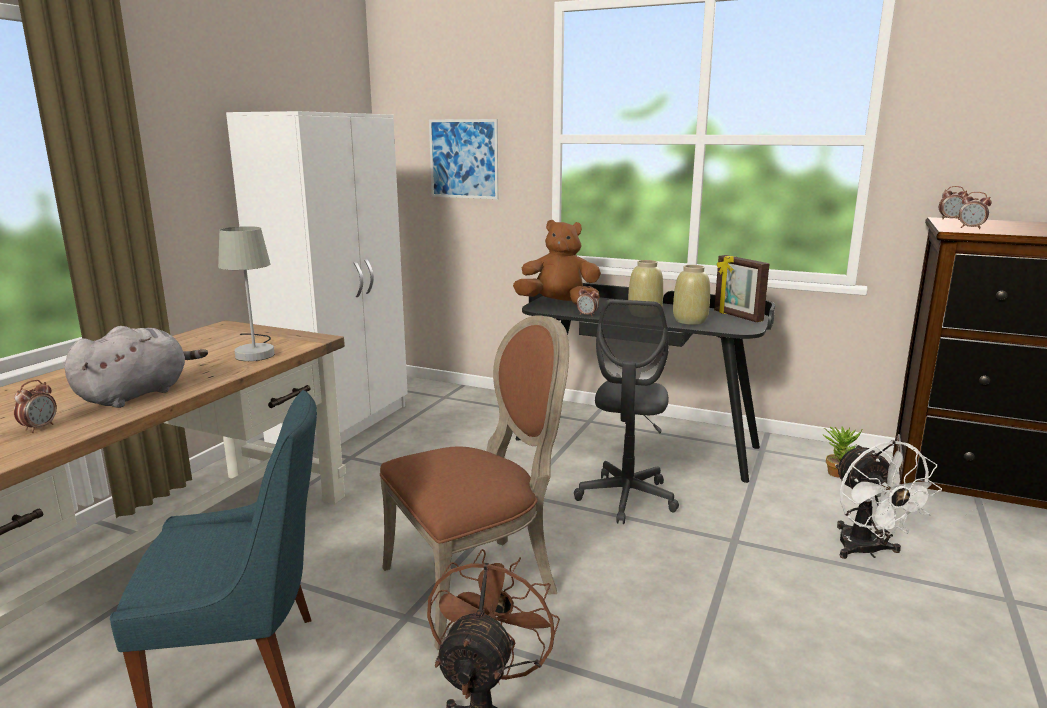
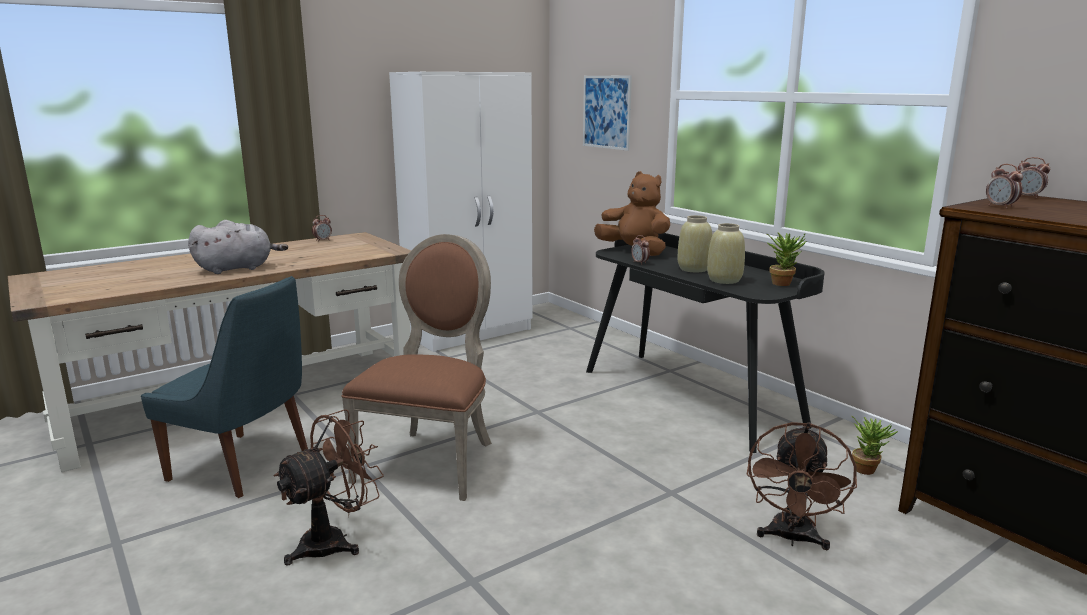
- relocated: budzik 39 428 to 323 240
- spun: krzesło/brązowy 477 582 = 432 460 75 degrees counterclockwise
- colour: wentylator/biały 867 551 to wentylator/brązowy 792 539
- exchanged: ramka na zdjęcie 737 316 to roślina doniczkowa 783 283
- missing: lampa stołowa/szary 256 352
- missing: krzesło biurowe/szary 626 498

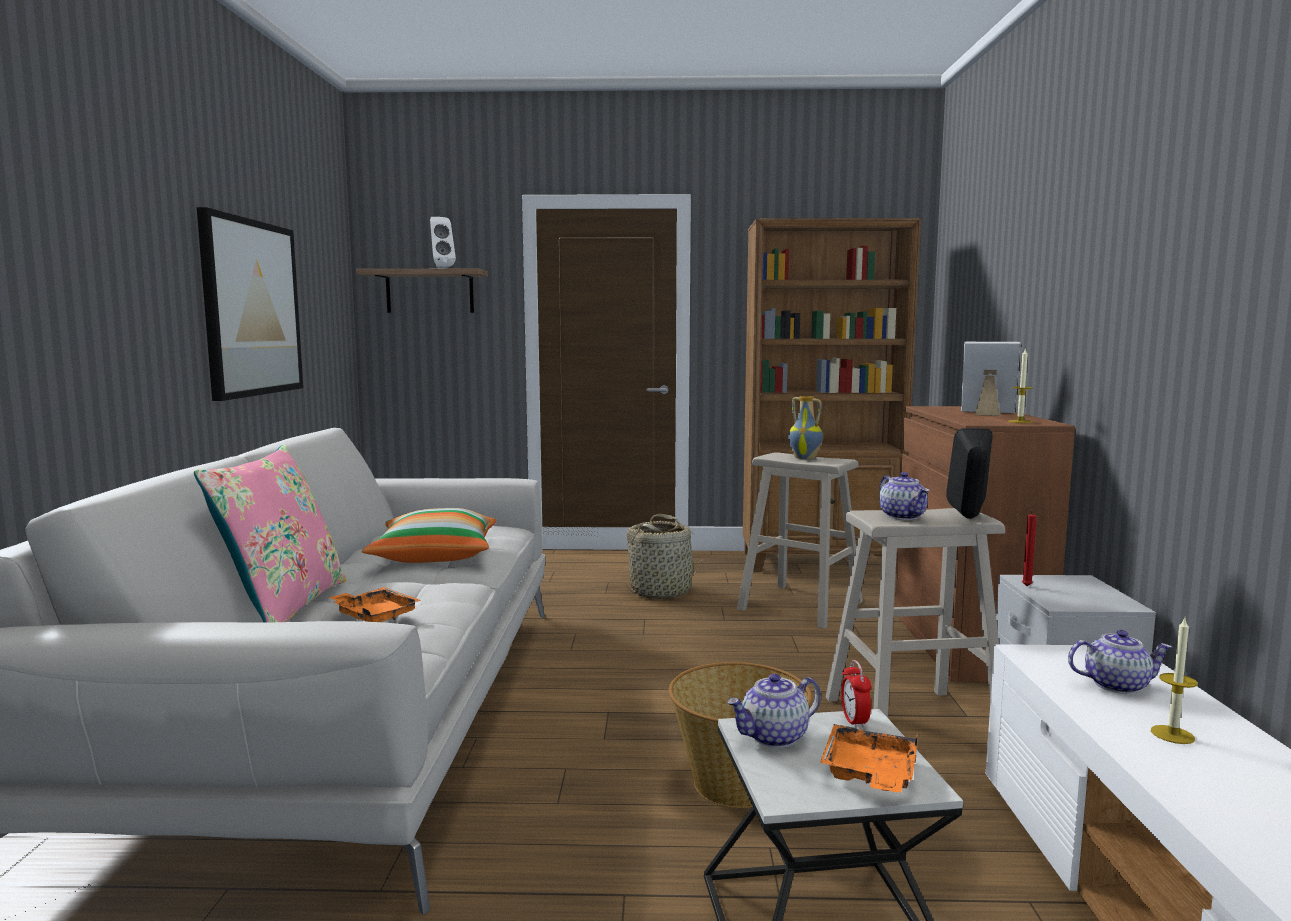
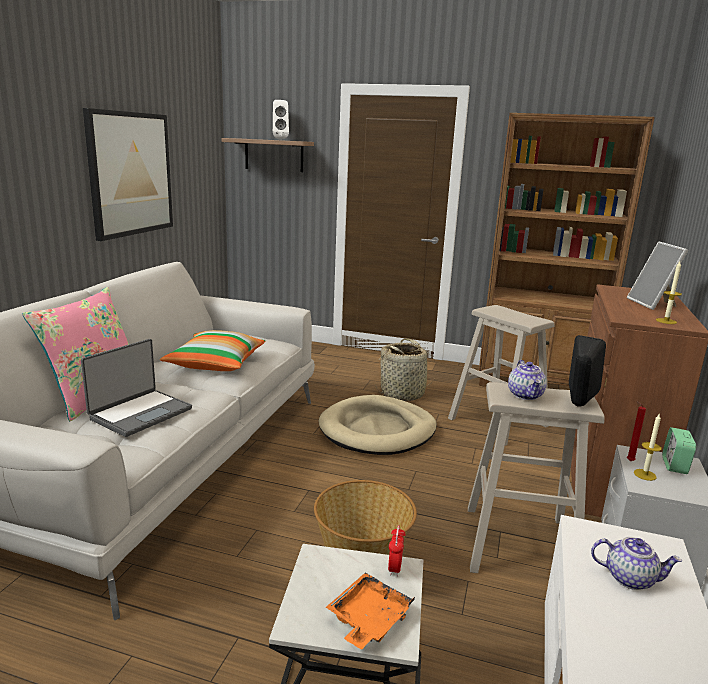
- exchanged: taca/pomarańczowy 375 615 to laptop 140 413
- appeared: legowisko/beżowy 377 430
- spun: ramka na zdjęcie 986 413 = 653 304 135 degrees counterclockwise
- relocated: świeca 1172 734 to 645 474
- appeared: budzik 674 465
- missing: imbryk 774 737
- missing: wazon 805 458

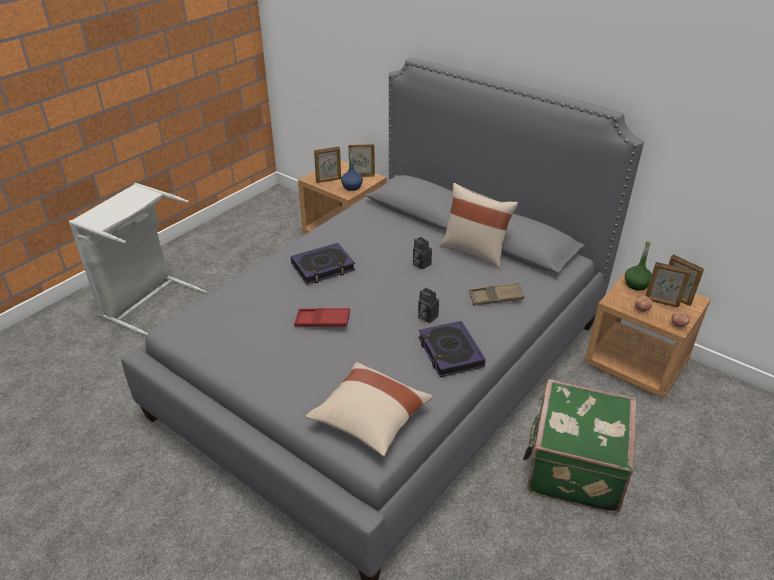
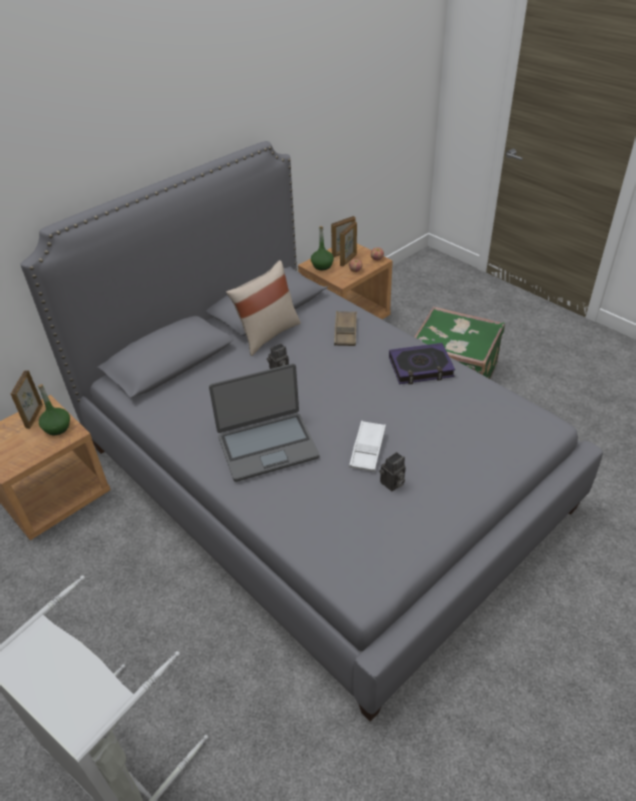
- colour: butelka/niebieski 352 186 to butelka/zielony 57 427
- exchanged: książka 323 267 to laptop 267 446
- colour: taca/czerwony 322 321 to taca/biały 367 449
- relocated: aparat fotograficzny 426 317 to 392 484
- missing: poduszka/beżowy 370 419
- missing: ramka na zdjęcie 328 180

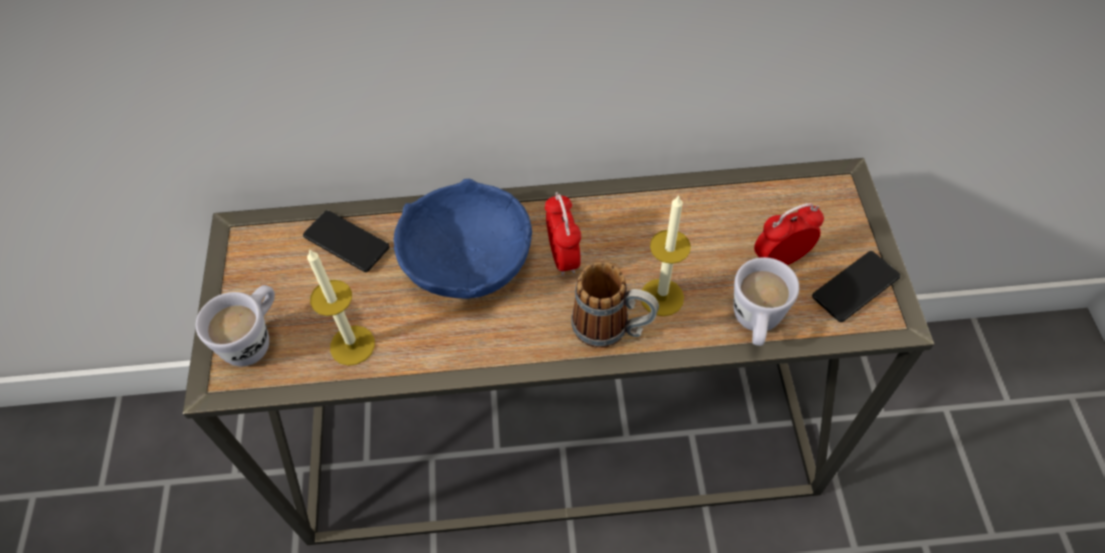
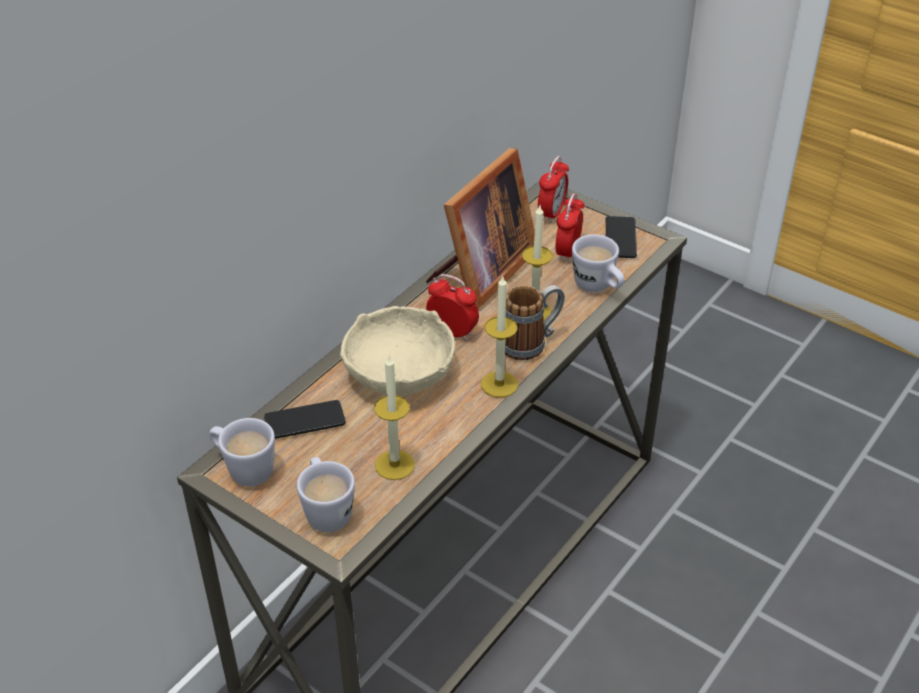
- appeared: kubek/biały 244 469
- colour: miska/niebieski 469 262 to miska/beżowy 401 374
- appeared: ramka na zdjęcie 481 273
- appeared: świeca 499 384
- appeared: budzik 551 213

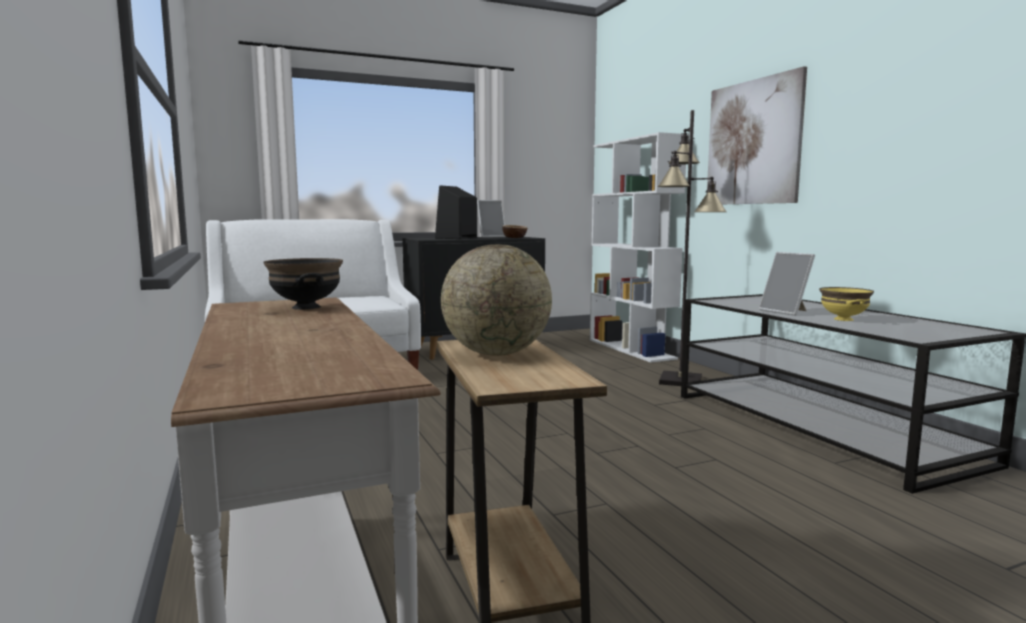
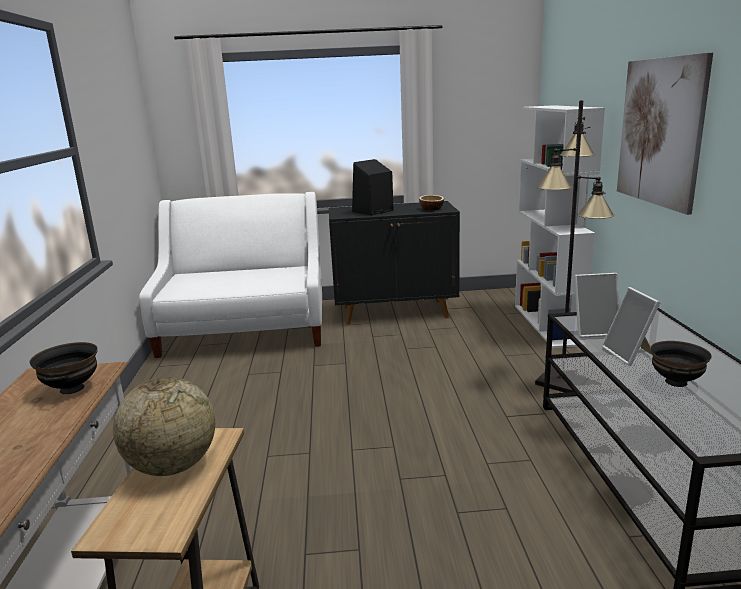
- relocated: ramka na zdjęcie 491 237 to 594 331
- colour: miska/żółty 843 319 to miska/czarny 675 382

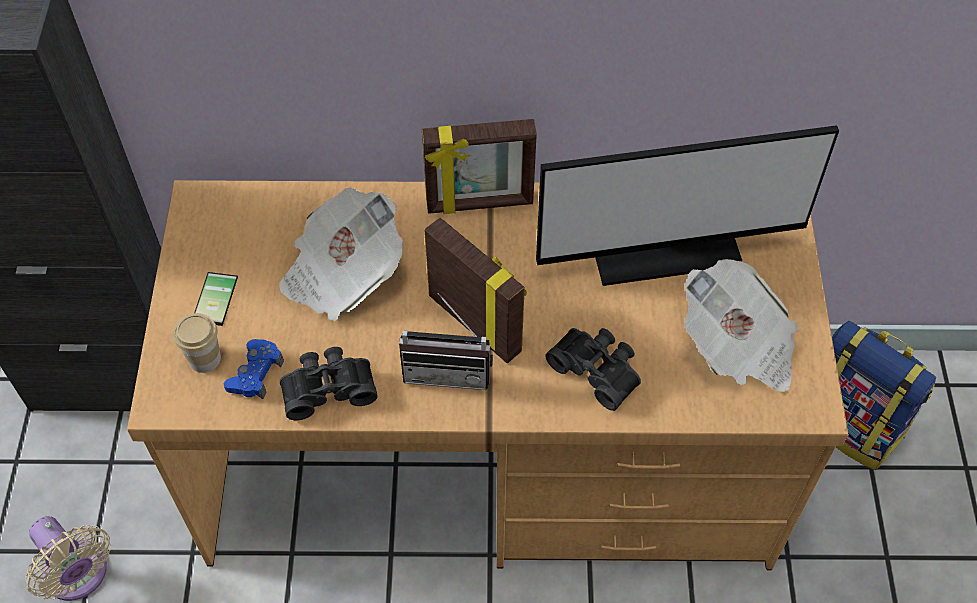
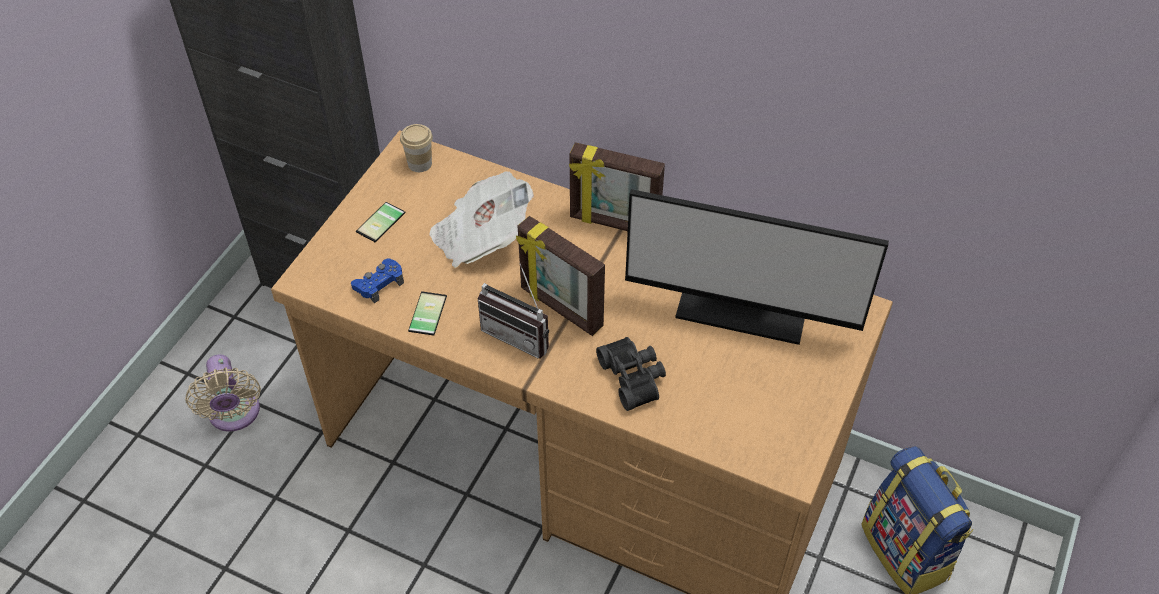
- relocated: filiżanka 204 358 to 420 163
- exchanged: lornetka/czarny 328 387 to telefon 425 313
- spun: ramka na zdjęcie 476 323 = 560 308 150 degrees clockwise
- missing: gazeta 737 346

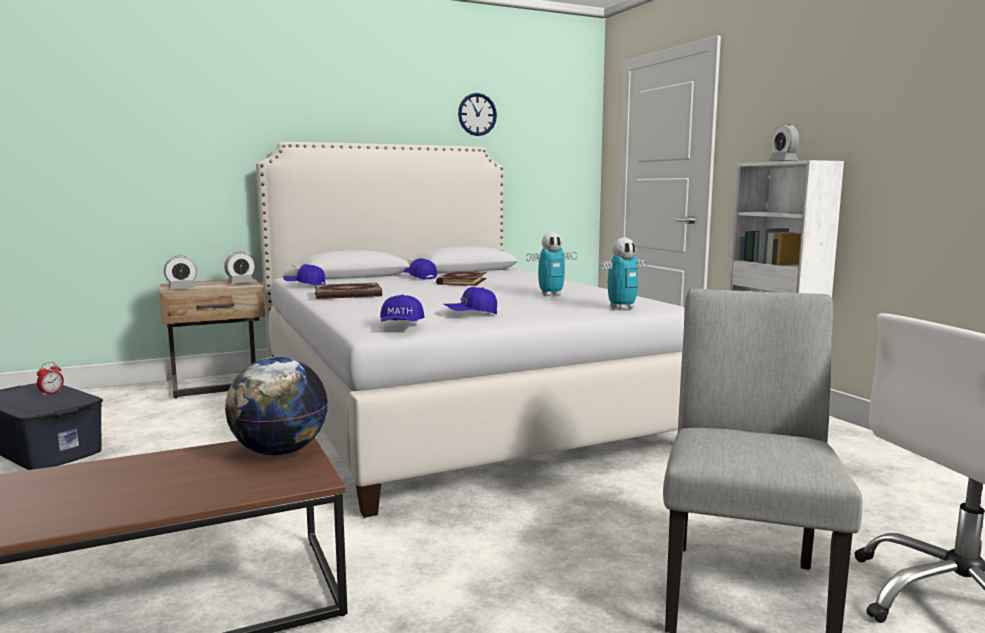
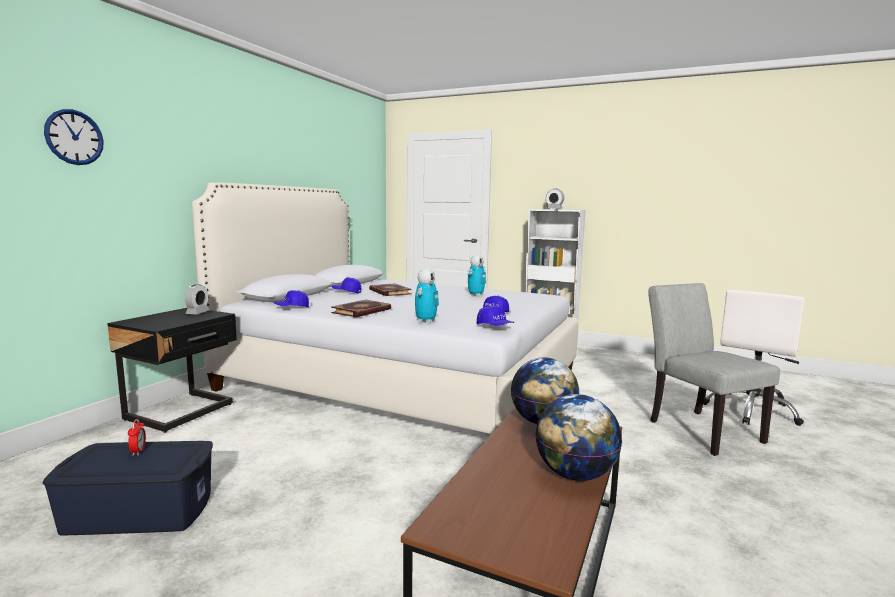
- relocated: zegar ścienny 477 114 to 74 137
- colour: szafka nocna/beżowy 218 386 to szafka nocna/czarny 182 412
- relocated: robot zabawkowy 622 308 to 426 321
- appeared: globus 574 475
- missing: budzik 181 288

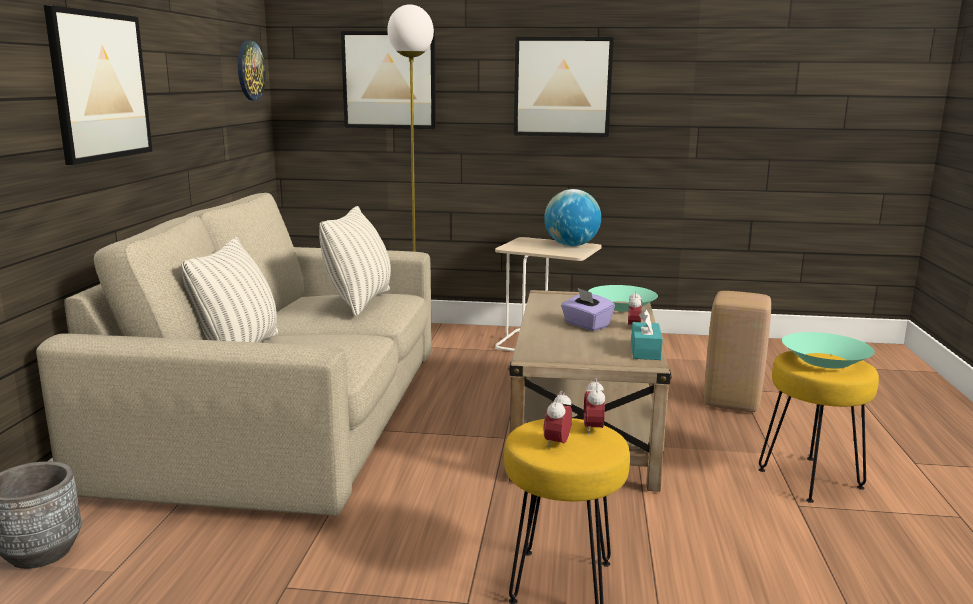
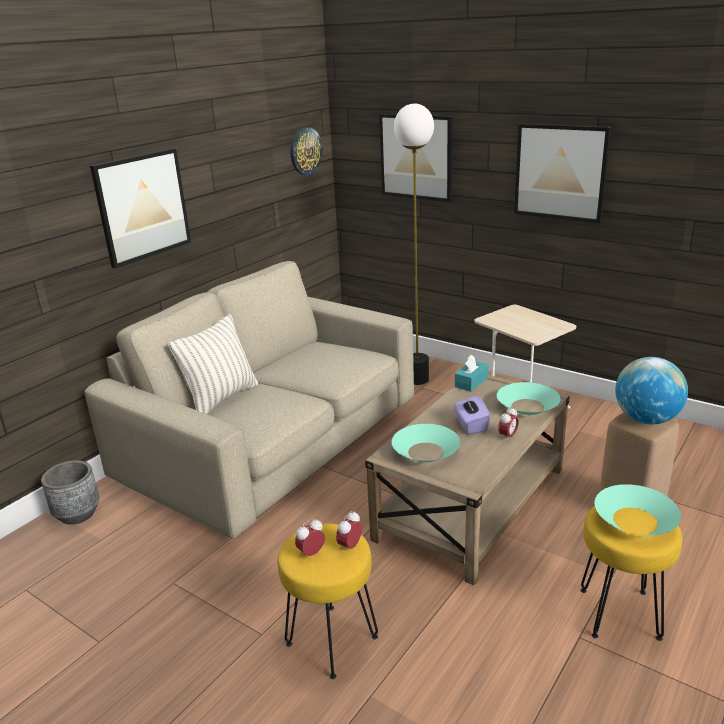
- appeared: miska/turkusowy 425 452
- relocated: pudełko chusteczek/turkusowy 645 351 to 471 382
- relocated: globus 571 245 to 646 419
- missing: poduszka 360 302

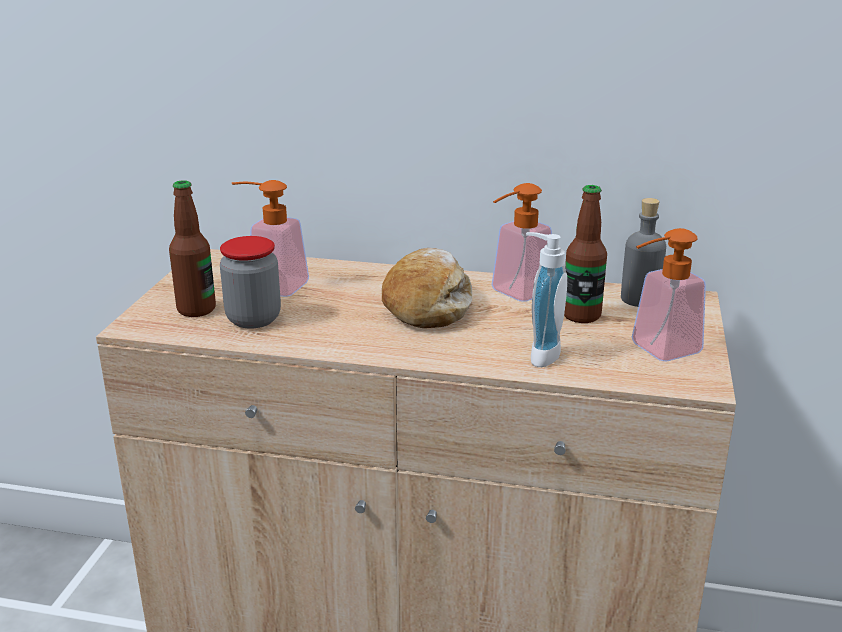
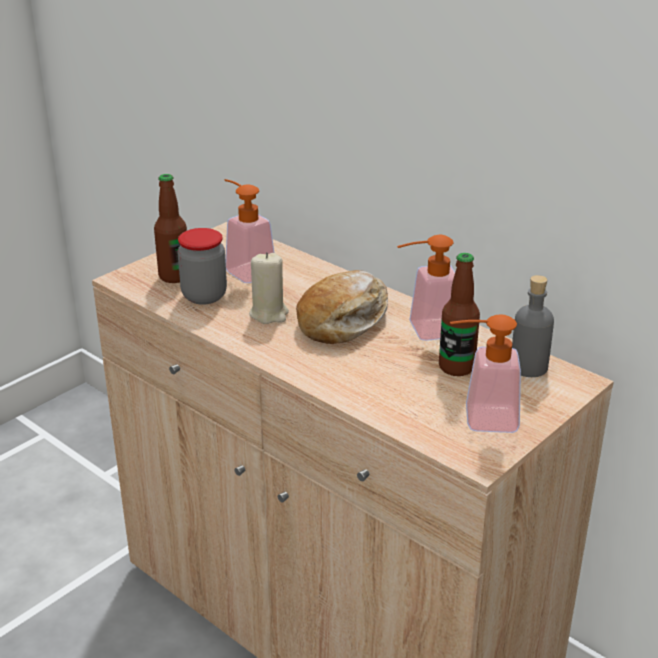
- appeared: świeca/beżowy 269 314
- missing: dozownik mydła 539 354

